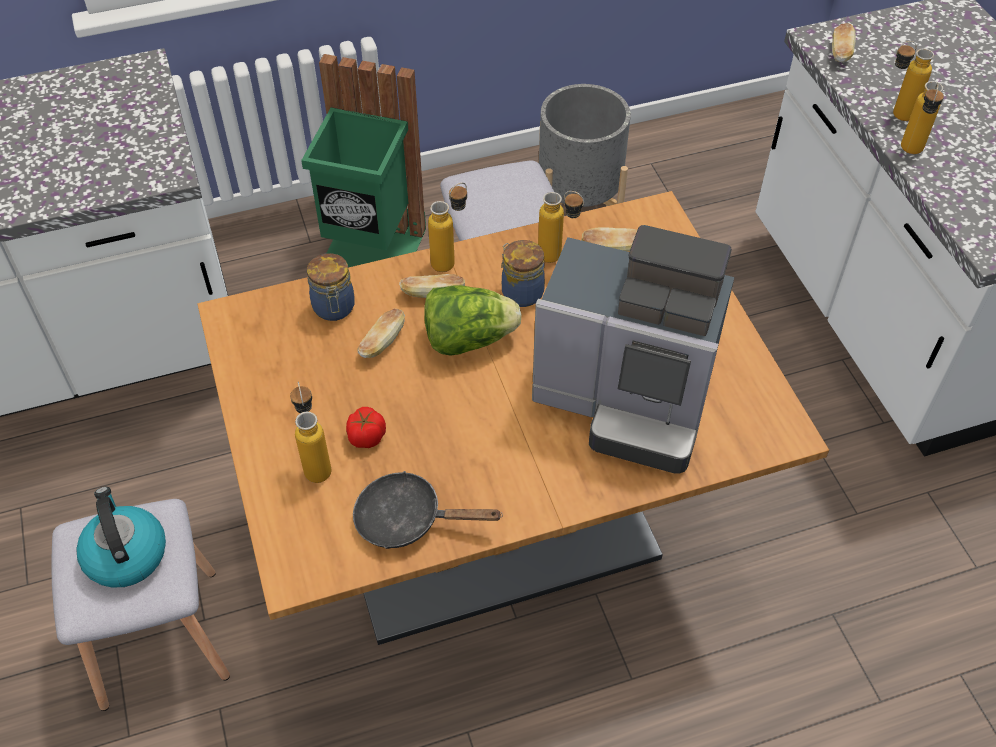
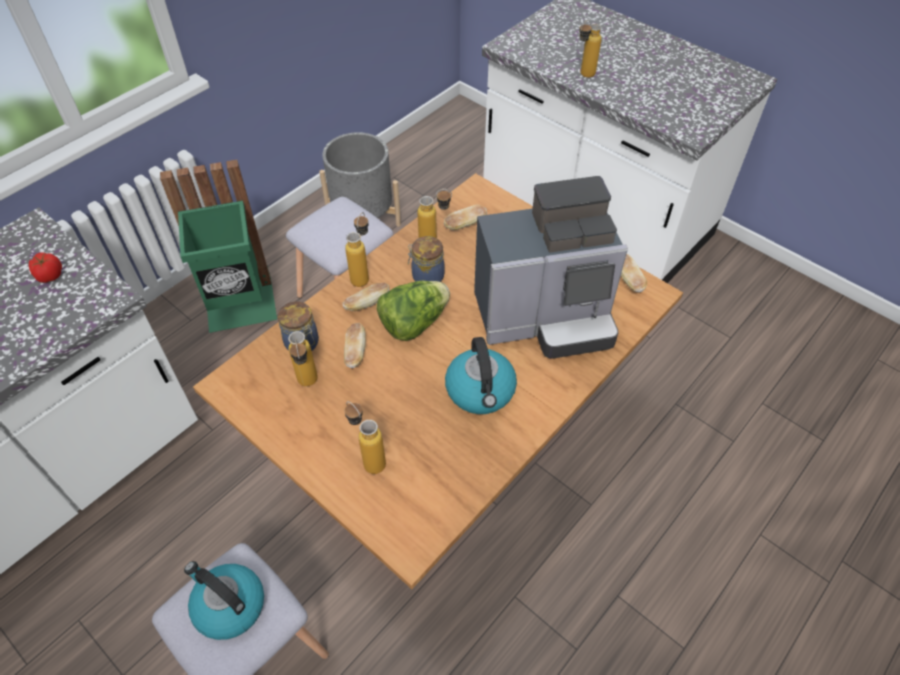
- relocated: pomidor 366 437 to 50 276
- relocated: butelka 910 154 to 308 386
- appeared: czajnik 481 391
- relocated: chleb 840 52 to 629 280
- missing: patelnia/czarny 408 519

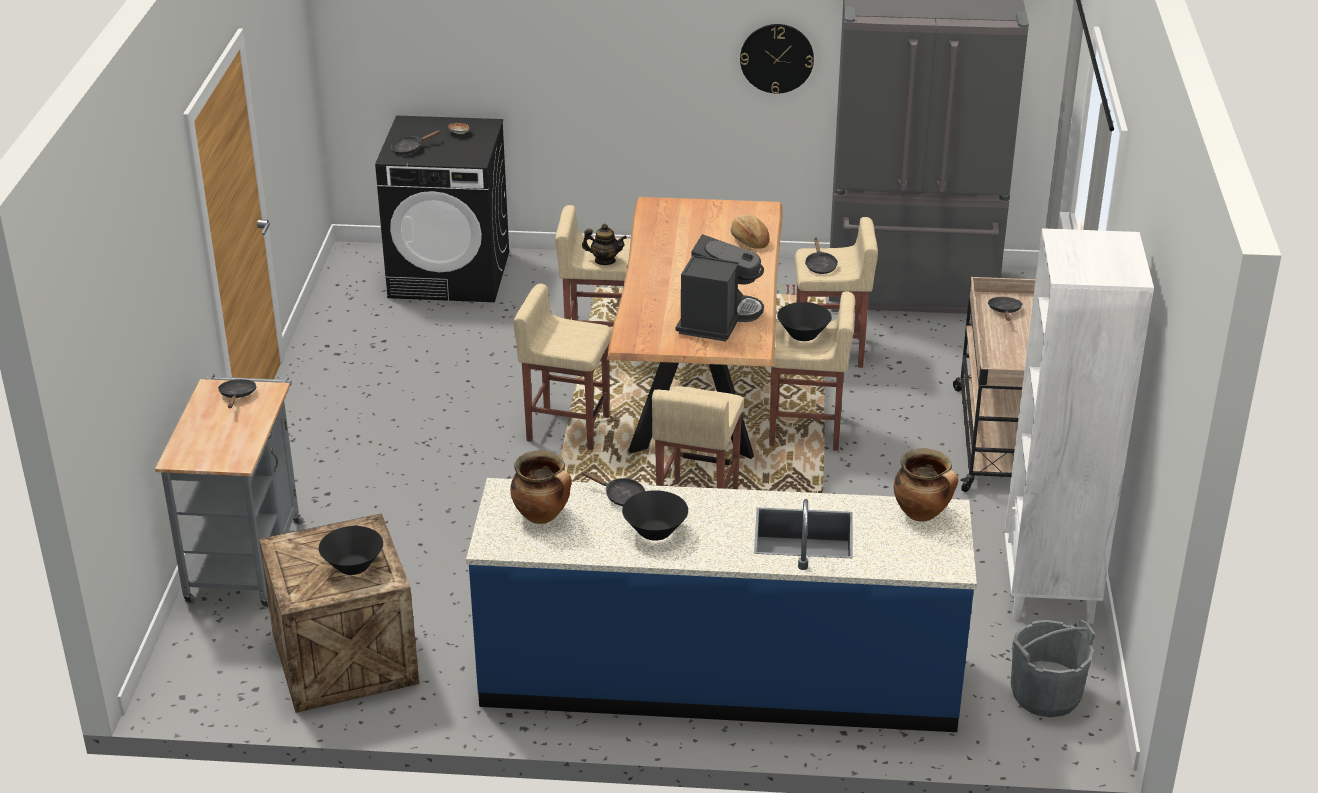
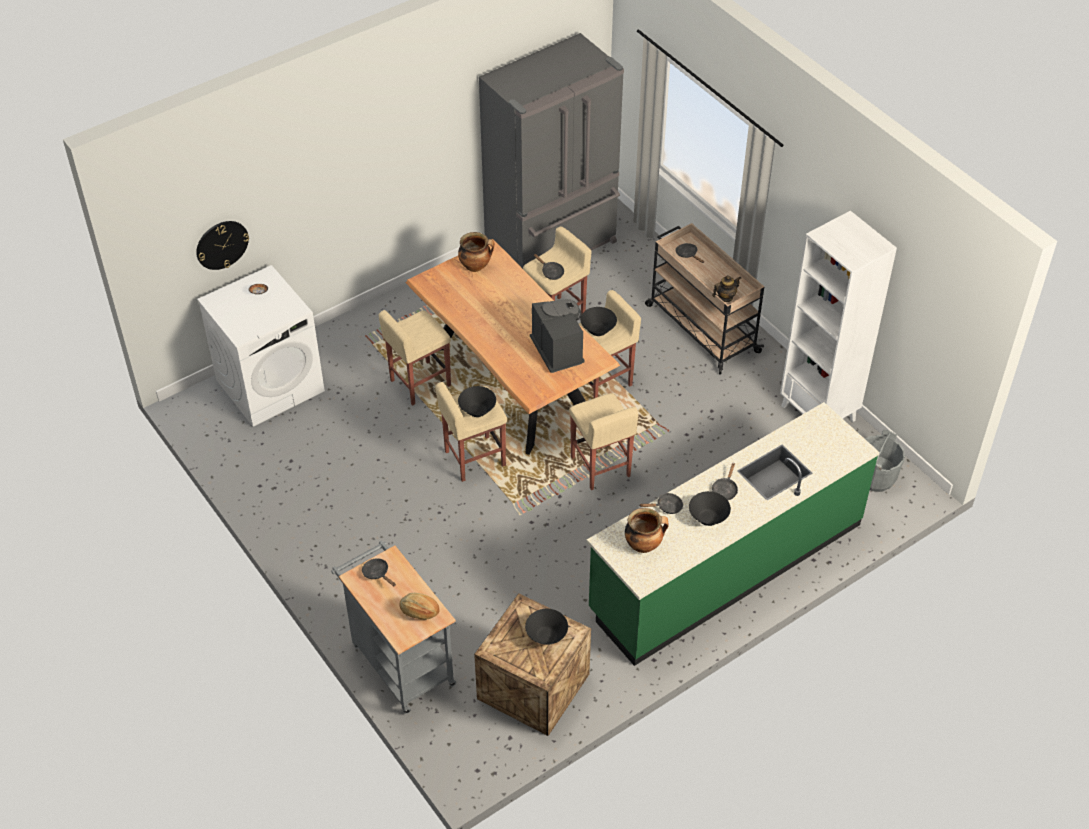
- relocated: zegar ścienny 776 58 to 222 244
- colour: pralka/czarny 450 274 to pralka/biały 270 385
- relocated: chleb 749 241 to 419 611
- relocated: garnek 923 514 to 476 266
- appeared: miska/czarny 477 410
- colour: zabudowa kuchenna/niebieski 719 676 to zabudowa kuchenna/zielony 726 567
- relocated: imbryk 605 260 to 725 297
- relocated: patelnia/czarny 410 148 to 725 490

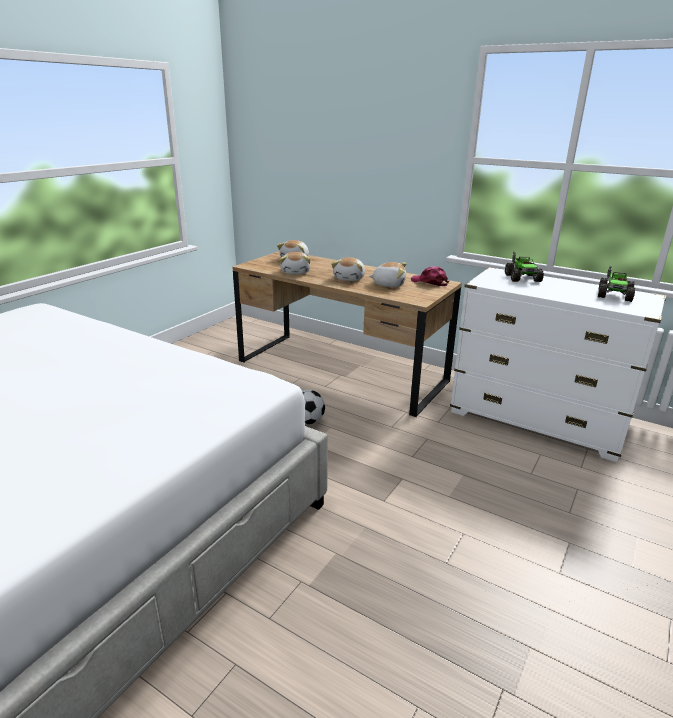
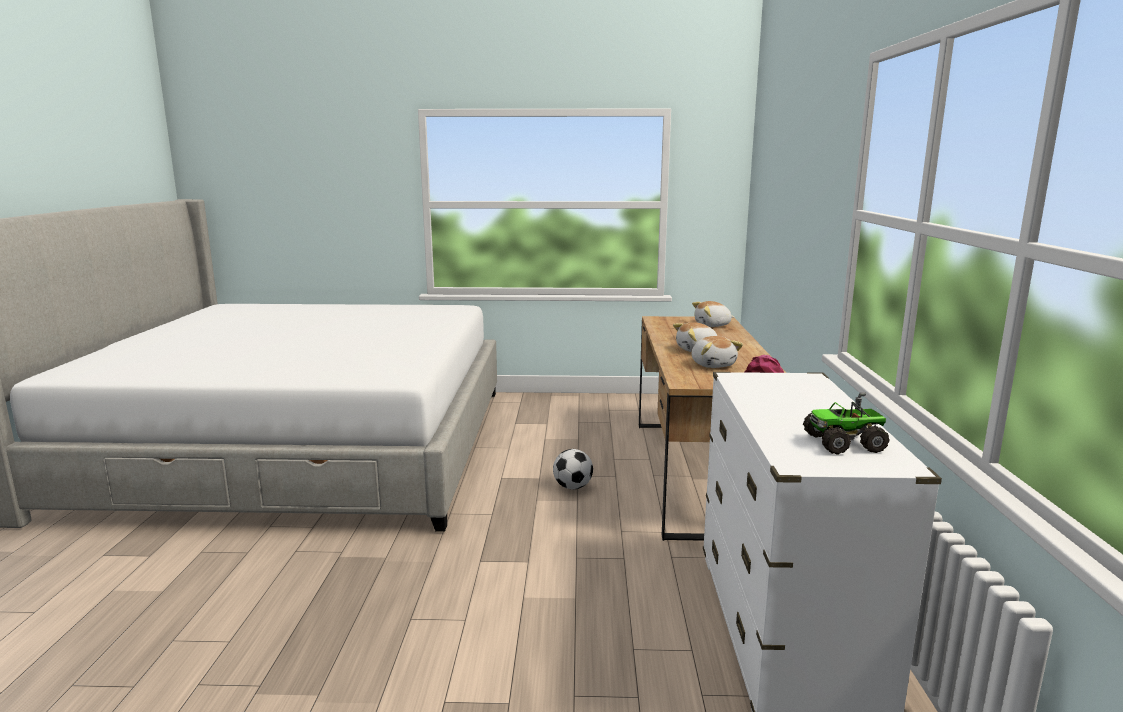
- missing: pluszak 296 272
- missing: ciężarówka zabawkowa 522 278

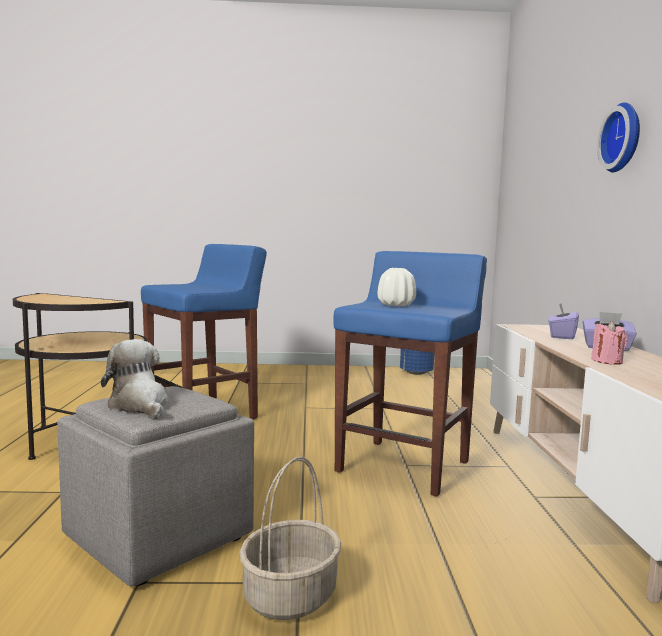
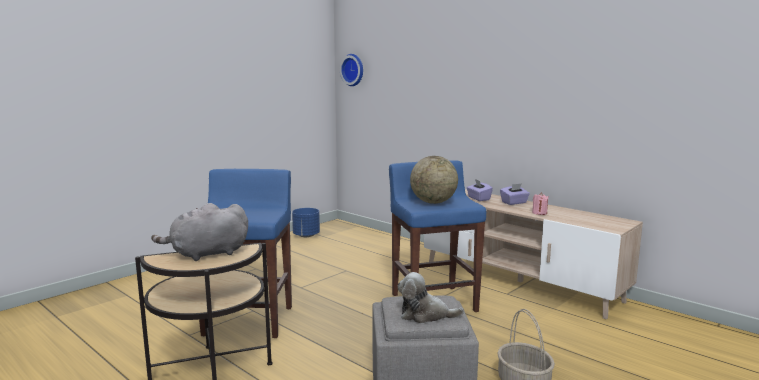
- appeared: pluszak/szary 206 254
- relocated: zegar ścienny 624 138 to 353 70
- exchanged: wazon/biały 395 305 to globus 433 202

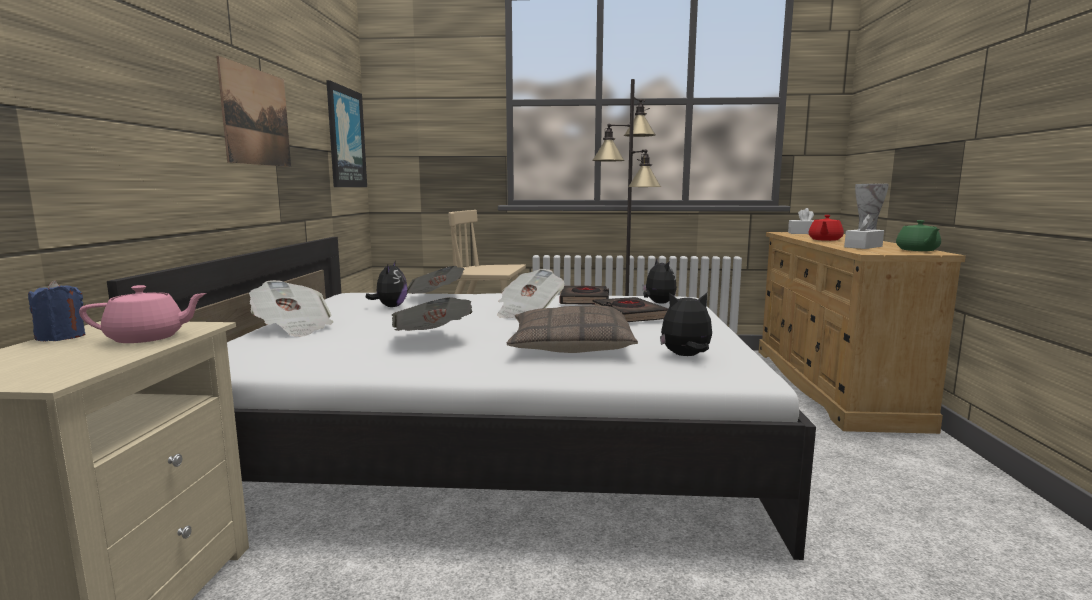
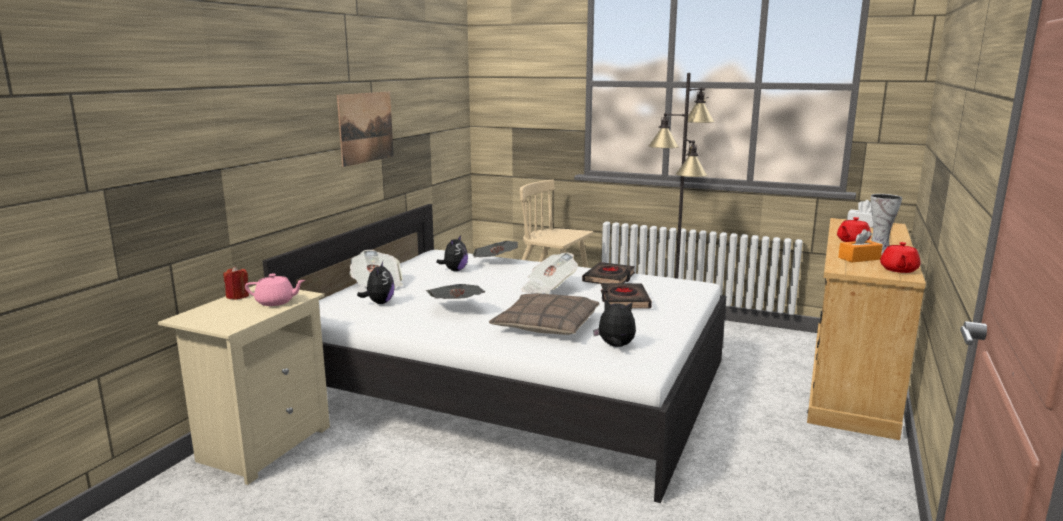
- colour: świeca/niebieski 61 337 to świeca/czerwony 237 296
- relocated: pluszak 658 303 to 379 303
- colour: pudełko chusteczek/biały 863 247 to pudełko chusteczek/pomarańczowy 859 258
- colour: imbryk/zielony 917 250 to imbryk/czerwony 898 270
- missing: obraz 345 138

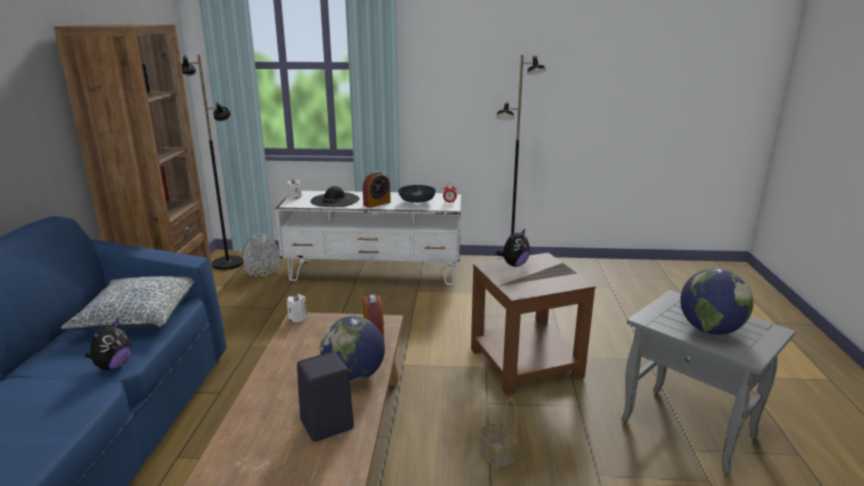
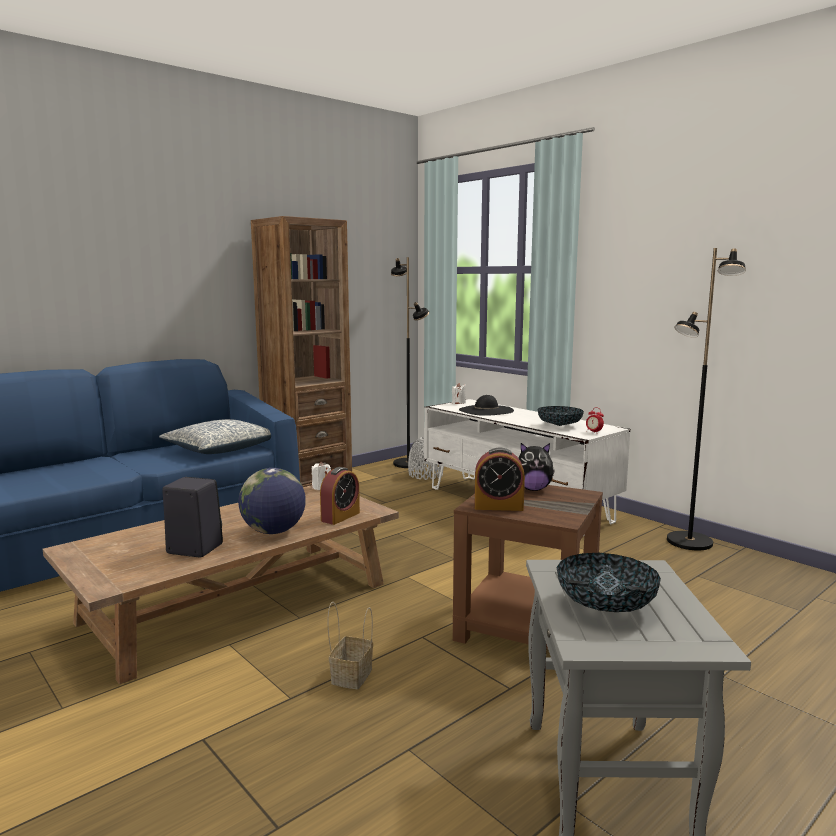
- relocated: budzik 377 204 to 498 506
- exchanged: globus 709 330 to miska 605 605
- missing: pluszak 113 366

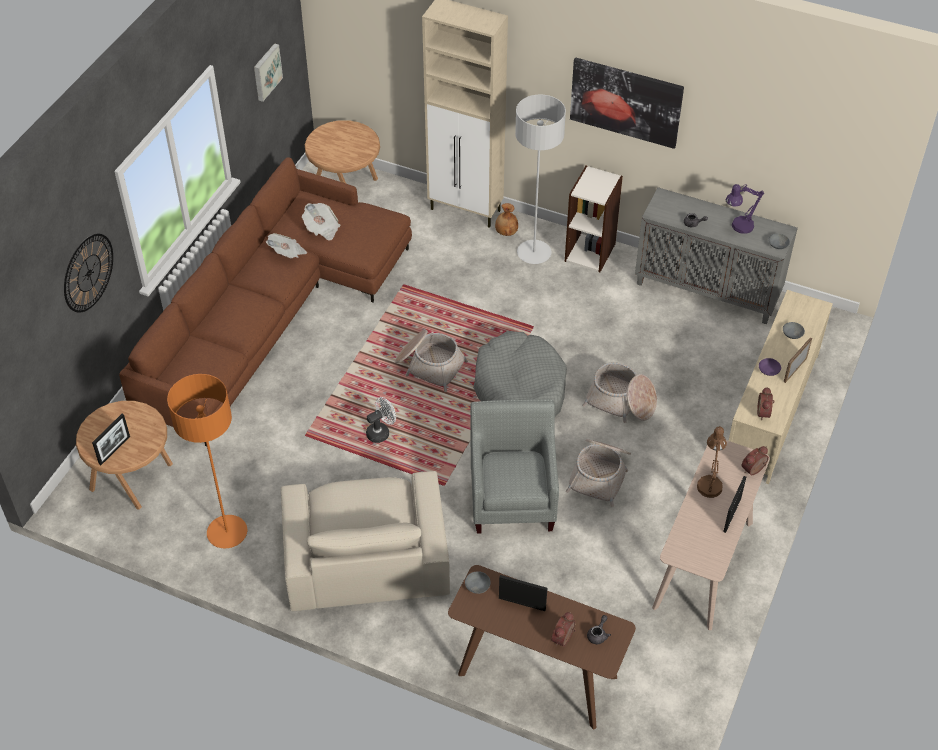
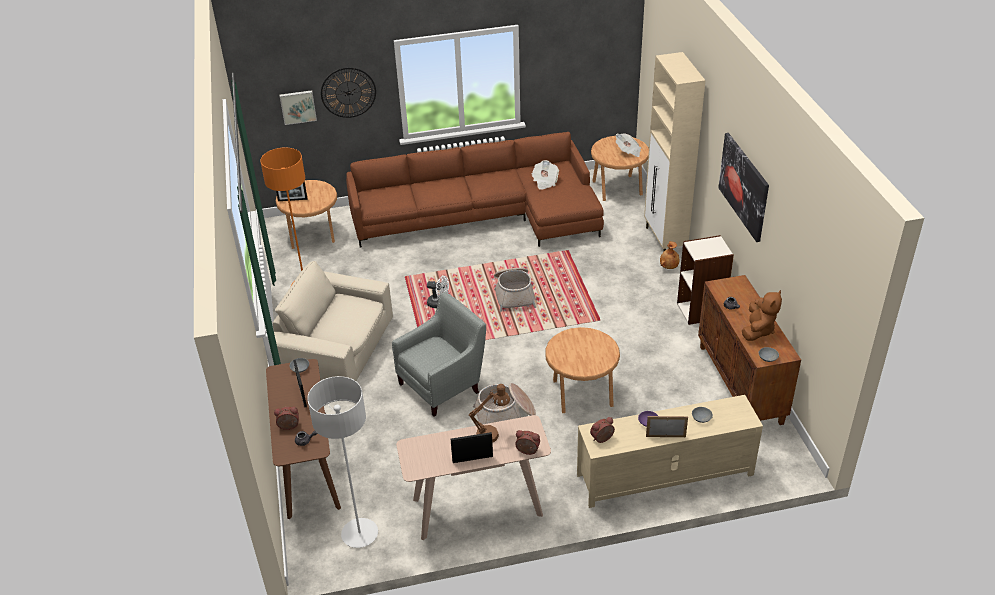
- spun: fotel/beżowy 365 557 = 336 347 60 degrees clockwise
- relocated: obraz 266 71 to 298 106
- relocated: lampa stojąca/szary 534 253 to 359 534
- exchanged: koszyk 621 402 to stolik/brązowy 581 393
- relocated: gazeta 287 253 to 628 151
- colour: szafka/szary 708 290 to szafka/brązowy 741 384
- exchanged: lampa stołowa/fioletowy 738 227 to pluszak/brązowy 758 330
- missing: legowisko/szary 519 390

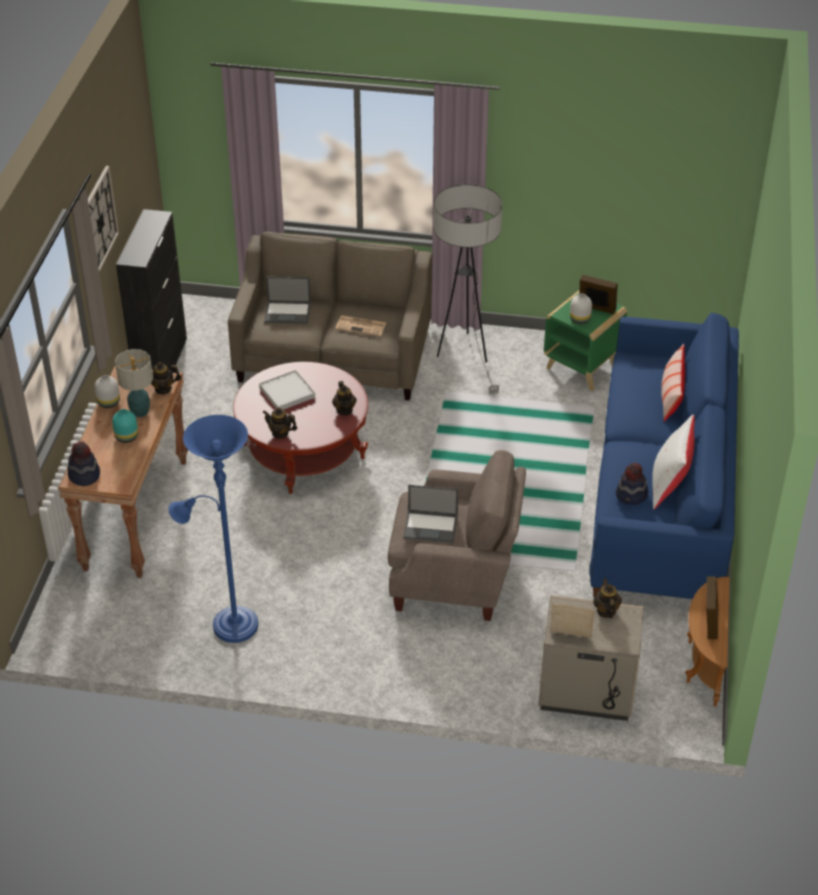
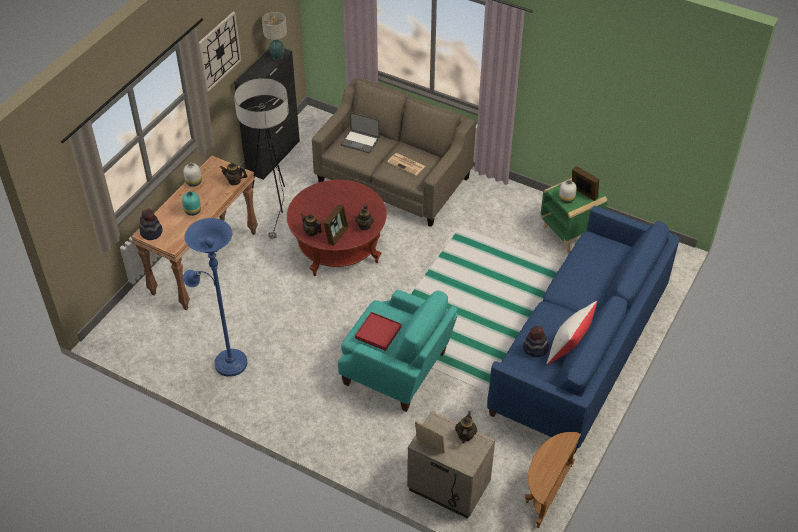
- relocated: lampa stojąca 465 356 to 272 203
- relocated: lampa stołowa 140 412 to 277 56
- relocated: ramka na zdjęcie 709 622 to 336 235
- colour: fotel/beżowy 454 576 to fotel/turkusowy 398 370
- exchanged: laptop 431 526 to taca/czerwony 378 332
- missing: taca/biały 287 392
- missing: poduszka 671 396

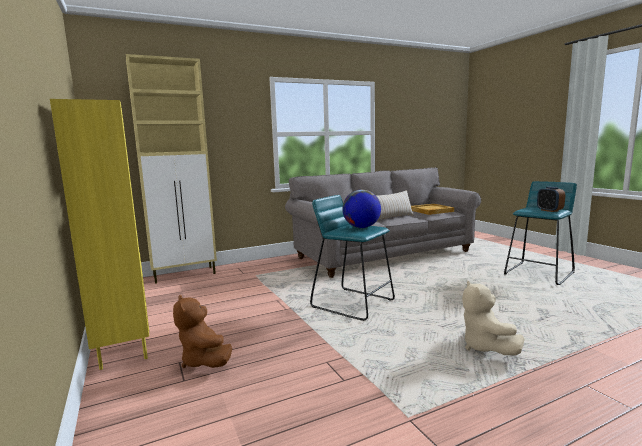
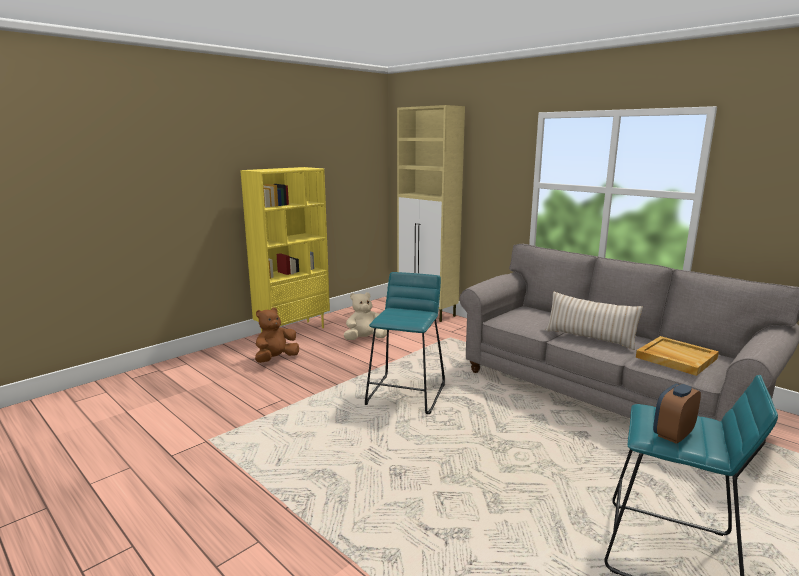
- relocated: pluszak/beżowy 485 347 to 365 339
- missing: globus 361 227

